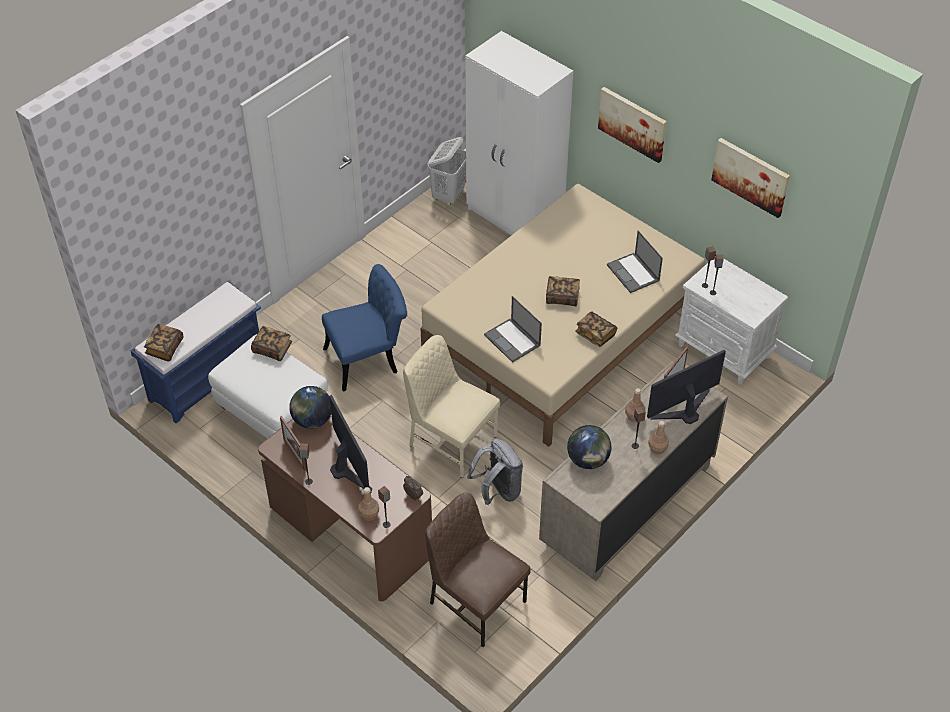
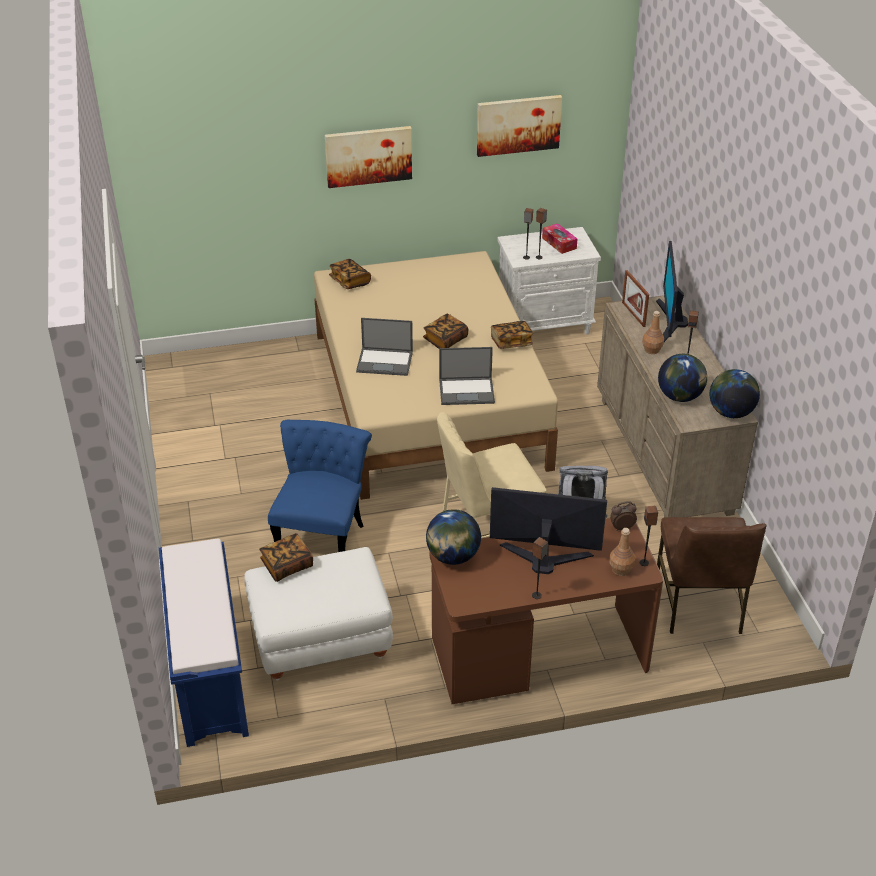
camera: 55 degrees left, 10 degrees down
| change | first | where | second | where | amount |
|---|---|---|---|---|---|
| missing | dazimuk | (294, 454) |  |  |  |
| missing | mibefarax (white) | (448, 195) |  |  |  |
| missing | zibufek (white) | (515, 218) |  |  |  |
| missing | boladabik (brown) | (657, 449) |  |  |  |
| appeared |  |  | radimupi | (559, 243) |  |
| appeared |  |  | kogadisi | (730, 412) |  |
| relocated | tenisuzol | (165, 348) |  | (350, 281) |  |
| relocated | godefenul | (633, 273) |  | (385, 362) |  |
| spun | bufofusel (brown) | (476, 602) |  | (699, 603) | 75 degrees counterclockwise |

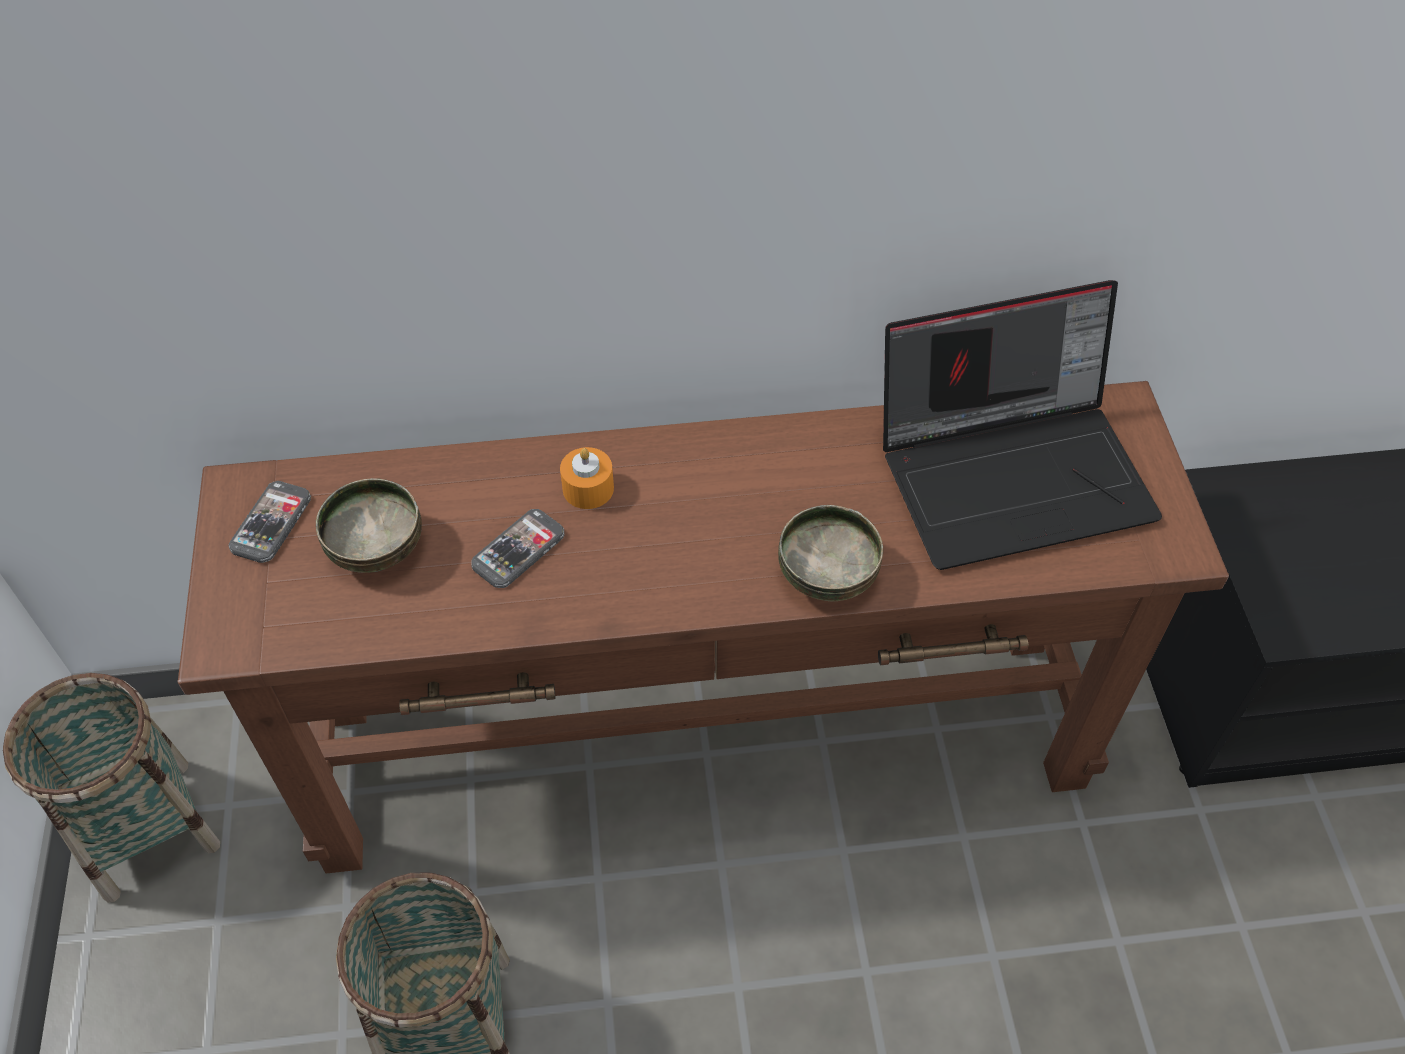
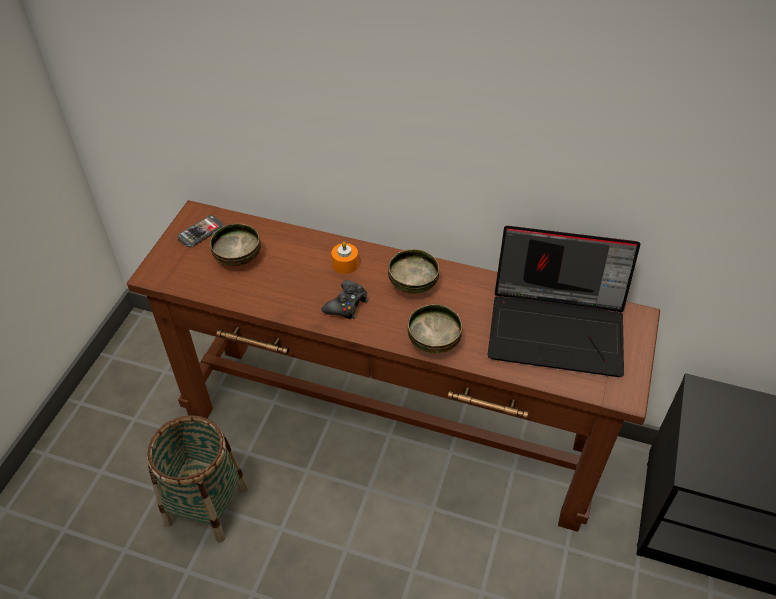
camera: 25 degrees right, 5 degrees down
| change | first | where | second | where | amount |
|---|---|---|---|---|---|
| missing | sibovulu | (146, 829) |  |  |  |
| missing | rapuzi | (518, 550) |  |  |  |
| appeared |  |  | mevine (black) | (346, 304) |  |
| appeared |  |  | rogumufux | (412, 284) |  |

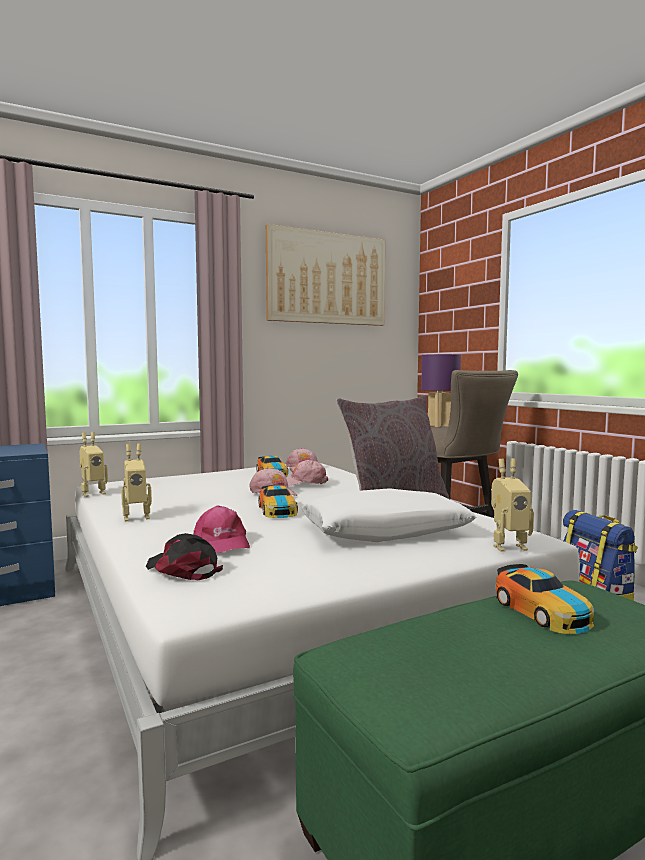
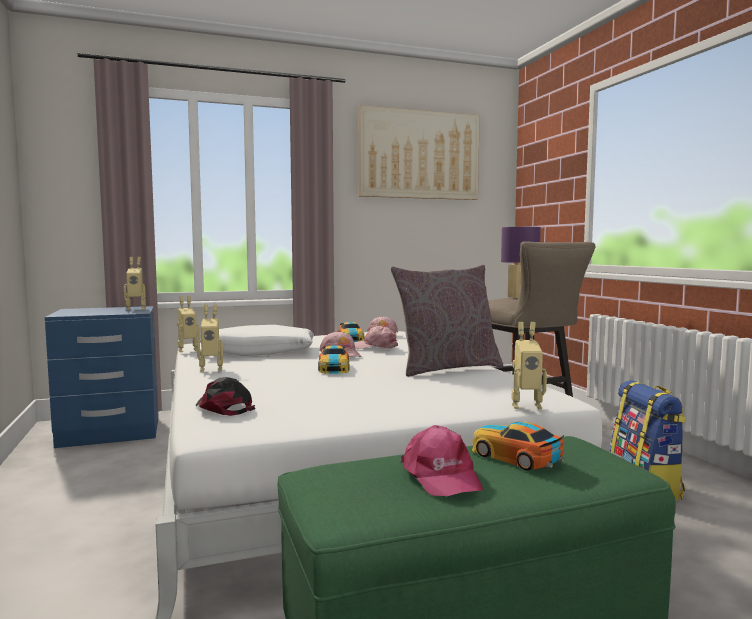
camera: 10 degrees right, 0 degrees up
| change | first | where | second | where | amount |
|---|---|---|---|---|---|
| appeared |  |  | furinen | (136, 309) |  |
| relocated | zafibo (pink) | (221, 542) |  | (440, 476) |  |
| relocated | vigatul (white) | (385, 532) |  | (260, 352) |  |
| spun | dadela | (543, 611) |  | (515, 456) | 150 degrees clockwise |

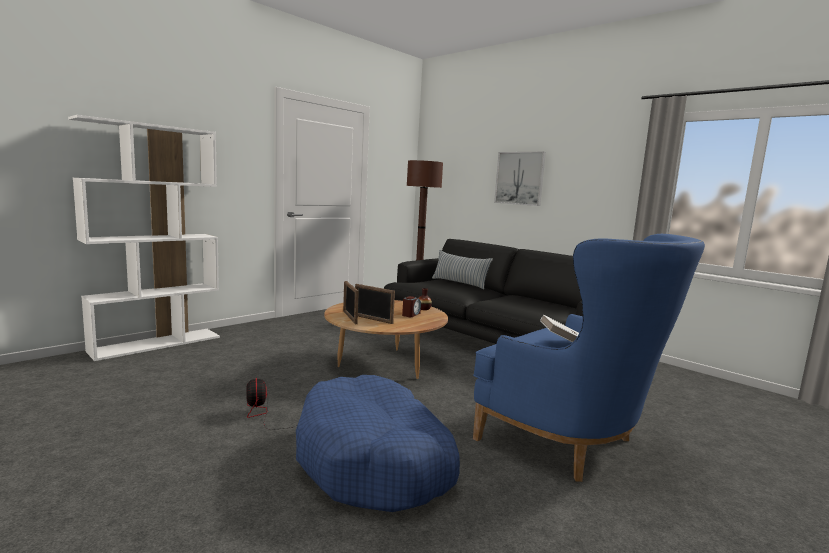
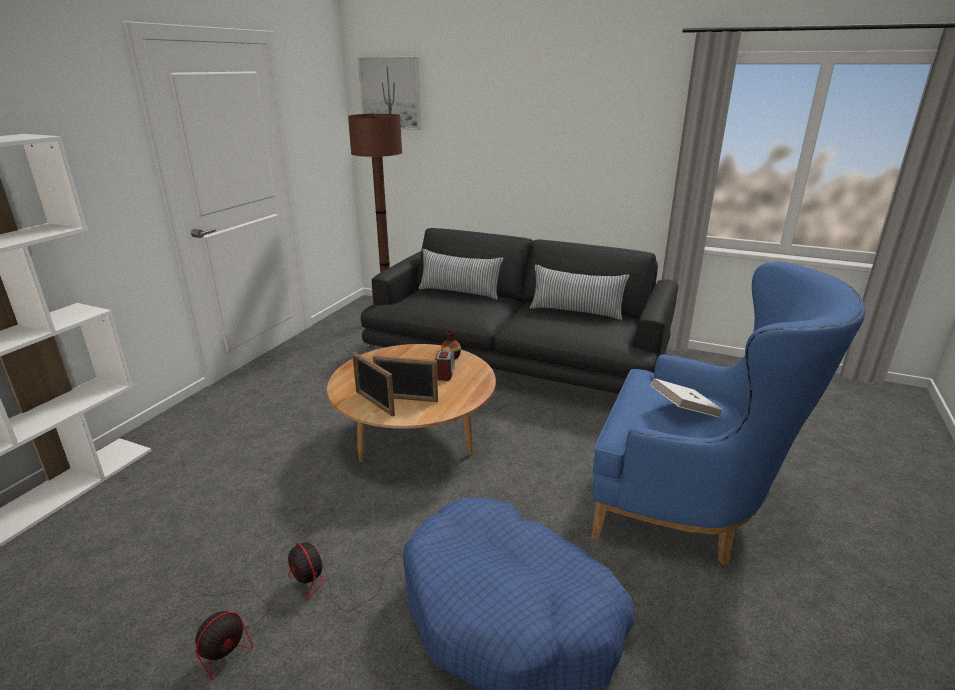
camera: 20 degrees left, 15 degrees up
| change | first | where | second | where | amount |
|---|---|---|---|---|---|
| appeared |  |  | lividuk | (230, 636) |  |
| appeared |  |  | vigatul | (576, 311) |  |
| relocated | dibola | (519, 178) |  | (390, 93) |  |

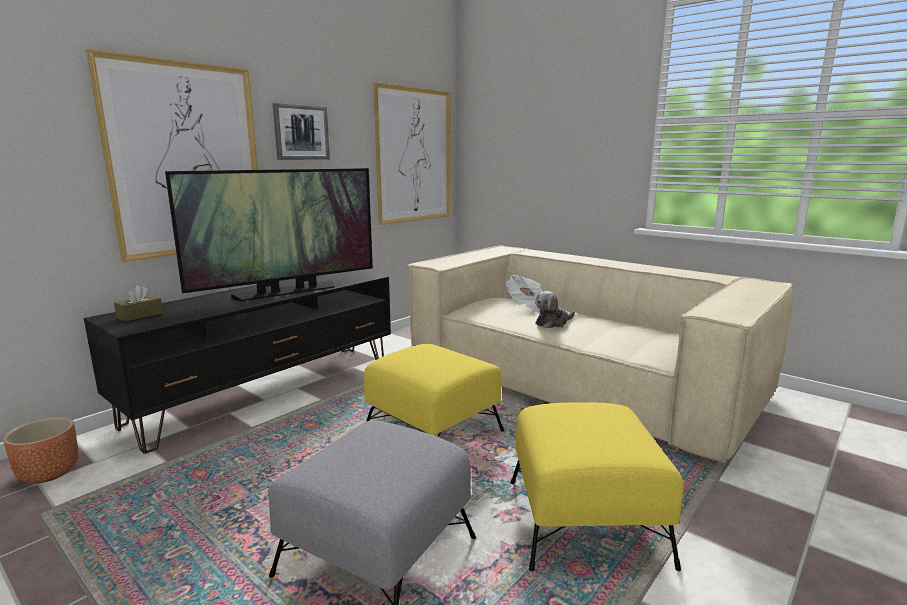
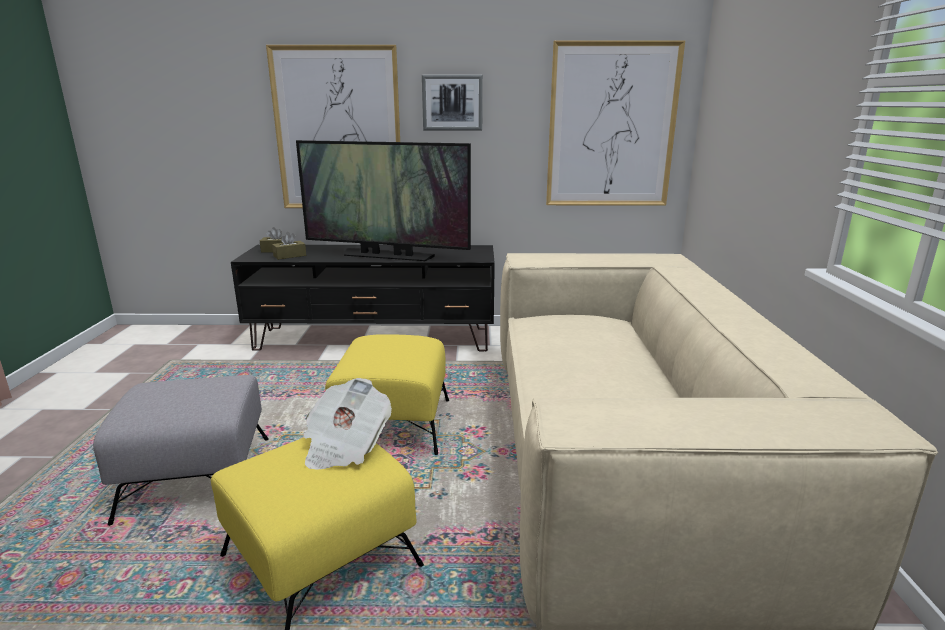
camera: 50 degrees right, 5 degrees up
| change | first | where | second | where | amount |
|---|---|---|---|---|---|
| missing | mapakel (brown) | (50, 473) |  |  |  |
| missing | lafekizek | (553, 323) |  |  |  |
| appeared |  |  | radimupi (brown) | (290, 256) |  |
| relocated | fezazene | (528, 307) |  | (345, 445) |  |

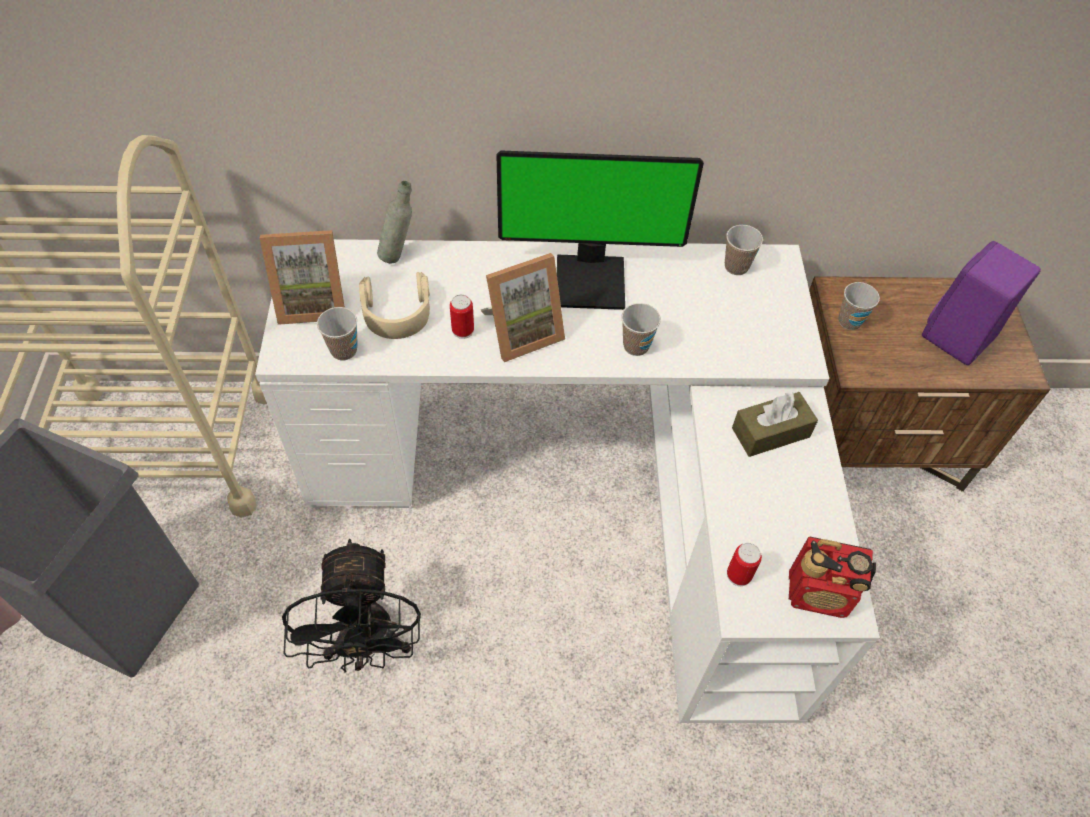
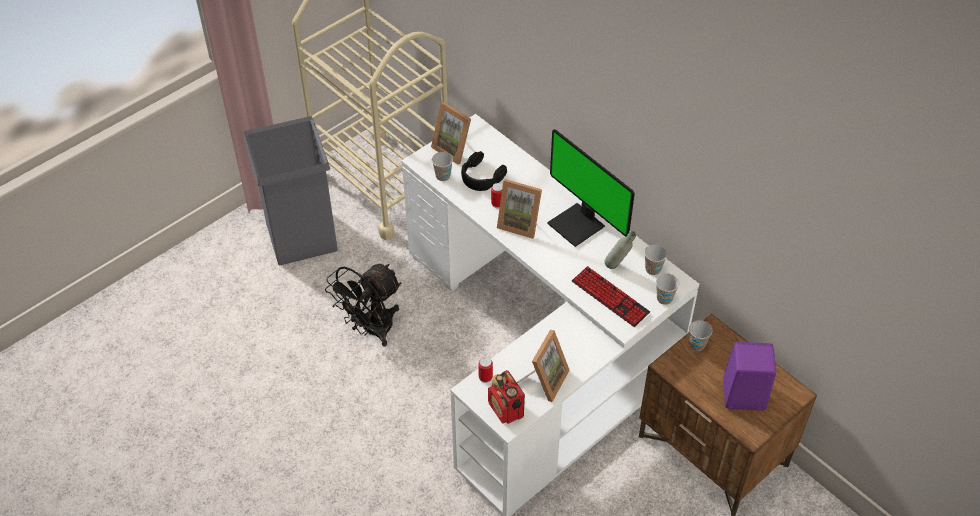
camera: 50 degrees right, 5 degrees down
| change | first | where | second | where | amount |
|---|---|---|---|---|---|
| missing | radimupi (brown) | (770, 432) |  |  |  |
| appeared |  |  | dazimuk | (544, 380) |  |
| appeared |  |  | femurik | (610, 297) |  |
| relocated | boladabik (grey) | (399, 255) |  | (617, 266) |  |
| relocated | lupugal | (636, 346) |  | (664, 298) |  |
| colour | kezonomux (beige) | (397, 312) | kezonomux (black) | (481, 176) |  |

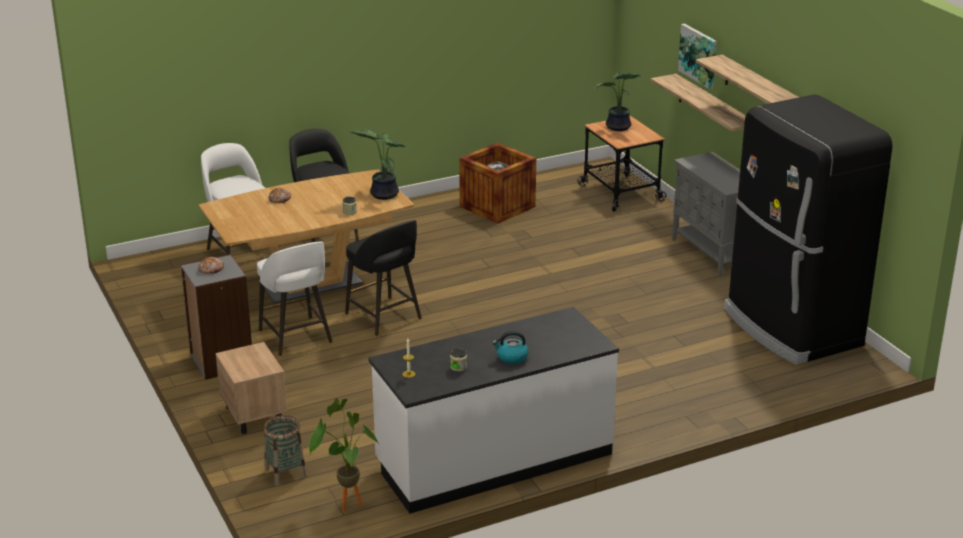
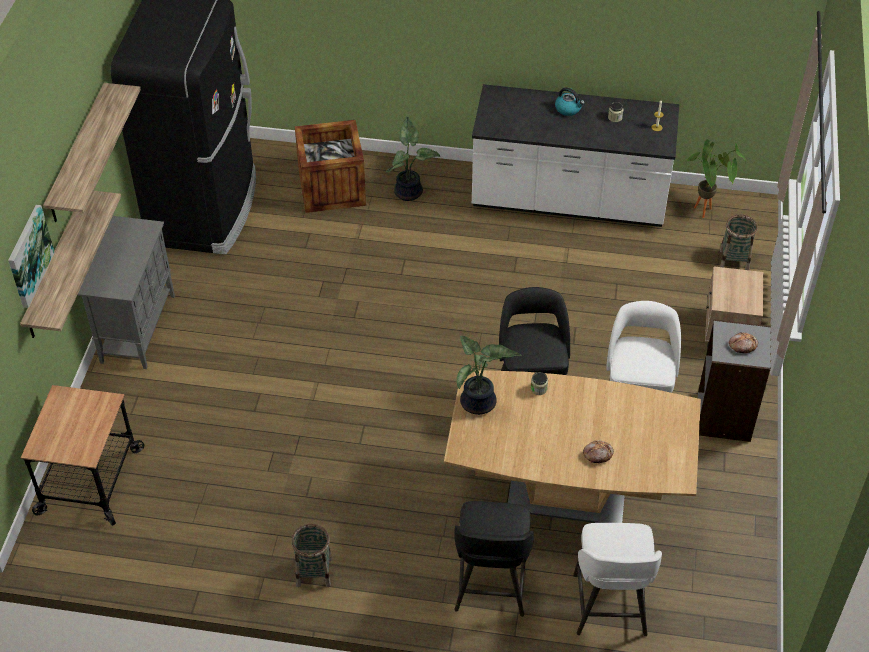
camera: 145 degrees left, 20 degrees up
| change | first | where | second | where | amount |
|---|---|---|---|---|---|
| appeared |  |  | sibovulu | (314, 572) |  |
| relocated | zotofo | (497, 206) |  | (332, 188) |  |
| relocated | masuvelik | (618, 128) |  | (409, 192) |  |

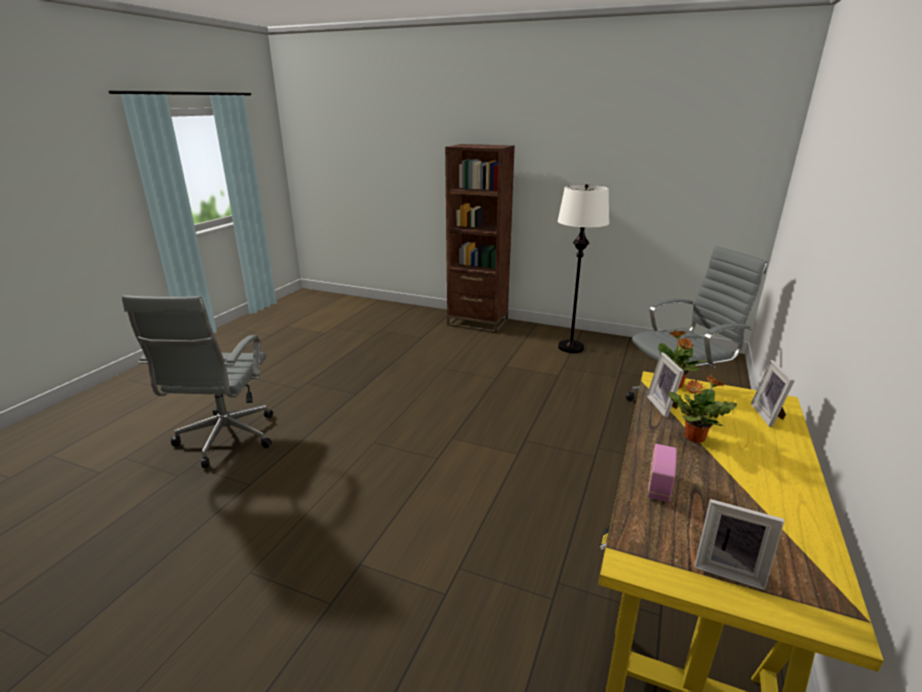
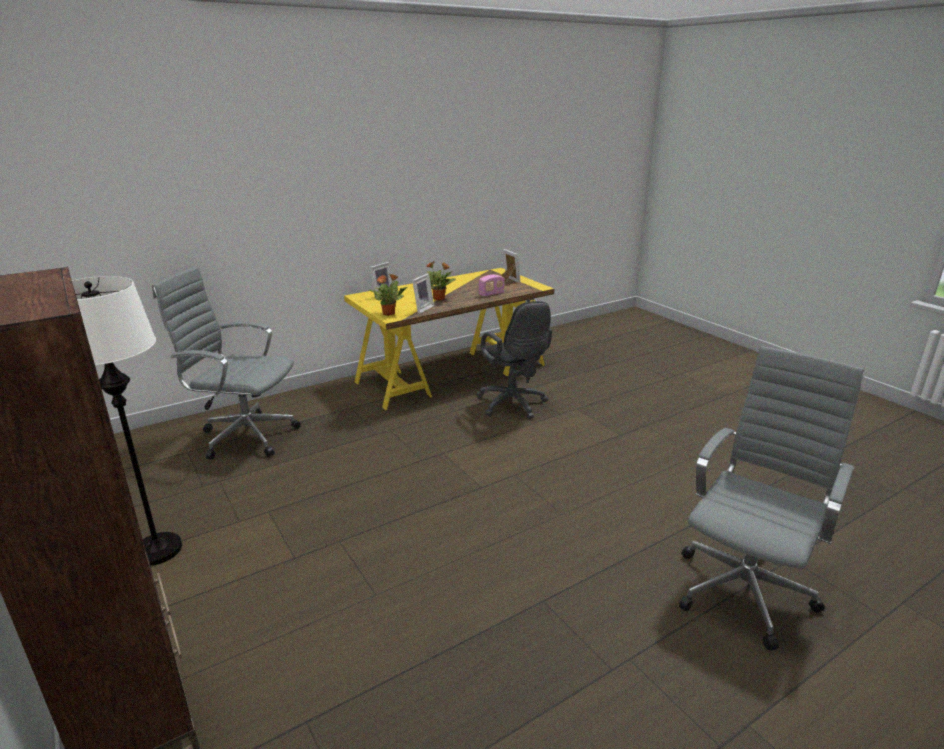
camera: 145 degrees left, 0 degrees up
| change | first | where | second | where | amount |
|---|---|---|---|---|---|
| appeared |  |  | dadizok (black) | (513, 405) |  |

